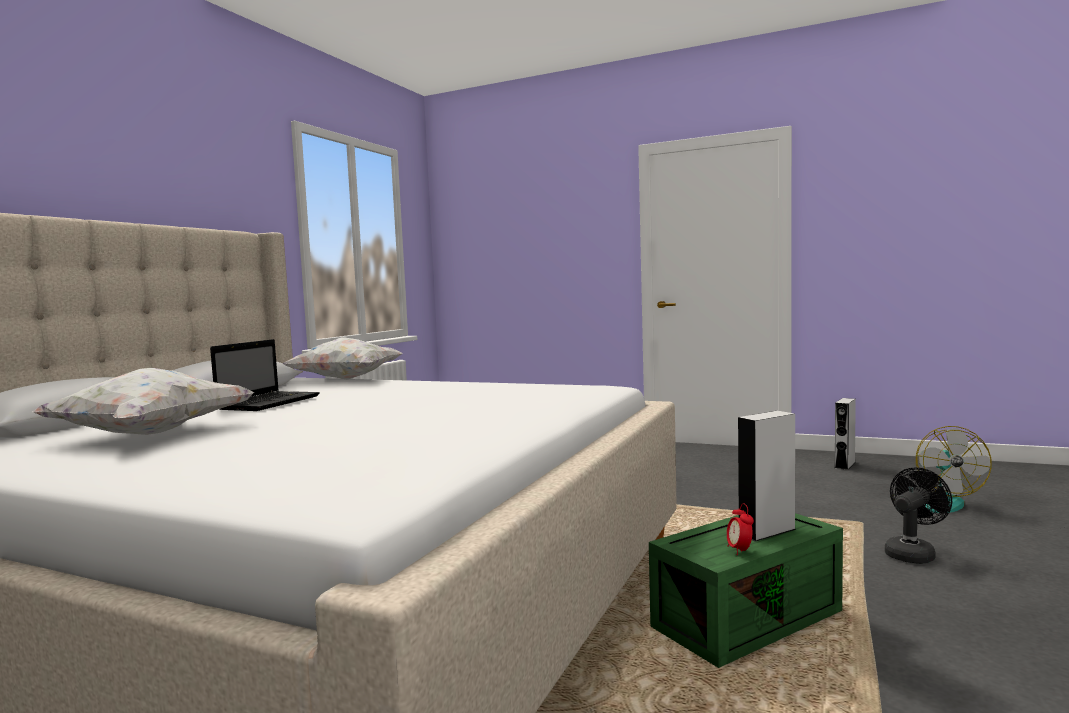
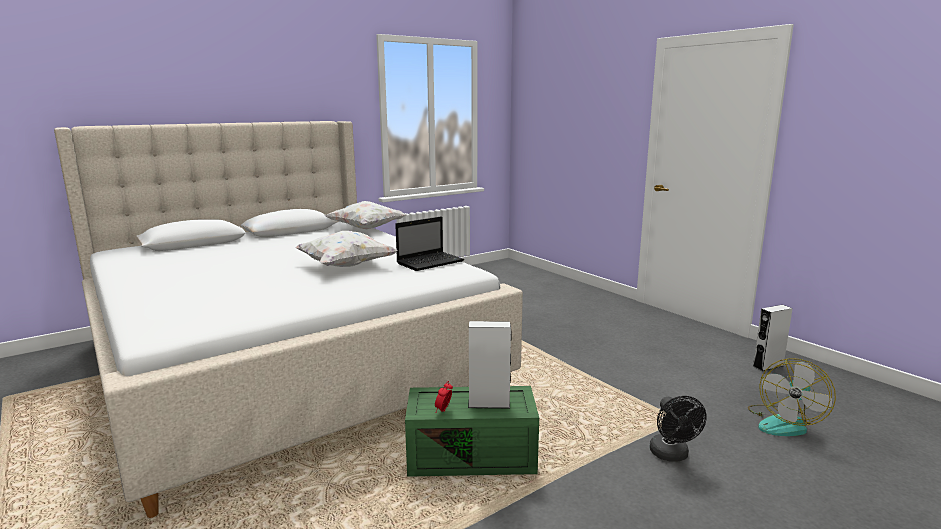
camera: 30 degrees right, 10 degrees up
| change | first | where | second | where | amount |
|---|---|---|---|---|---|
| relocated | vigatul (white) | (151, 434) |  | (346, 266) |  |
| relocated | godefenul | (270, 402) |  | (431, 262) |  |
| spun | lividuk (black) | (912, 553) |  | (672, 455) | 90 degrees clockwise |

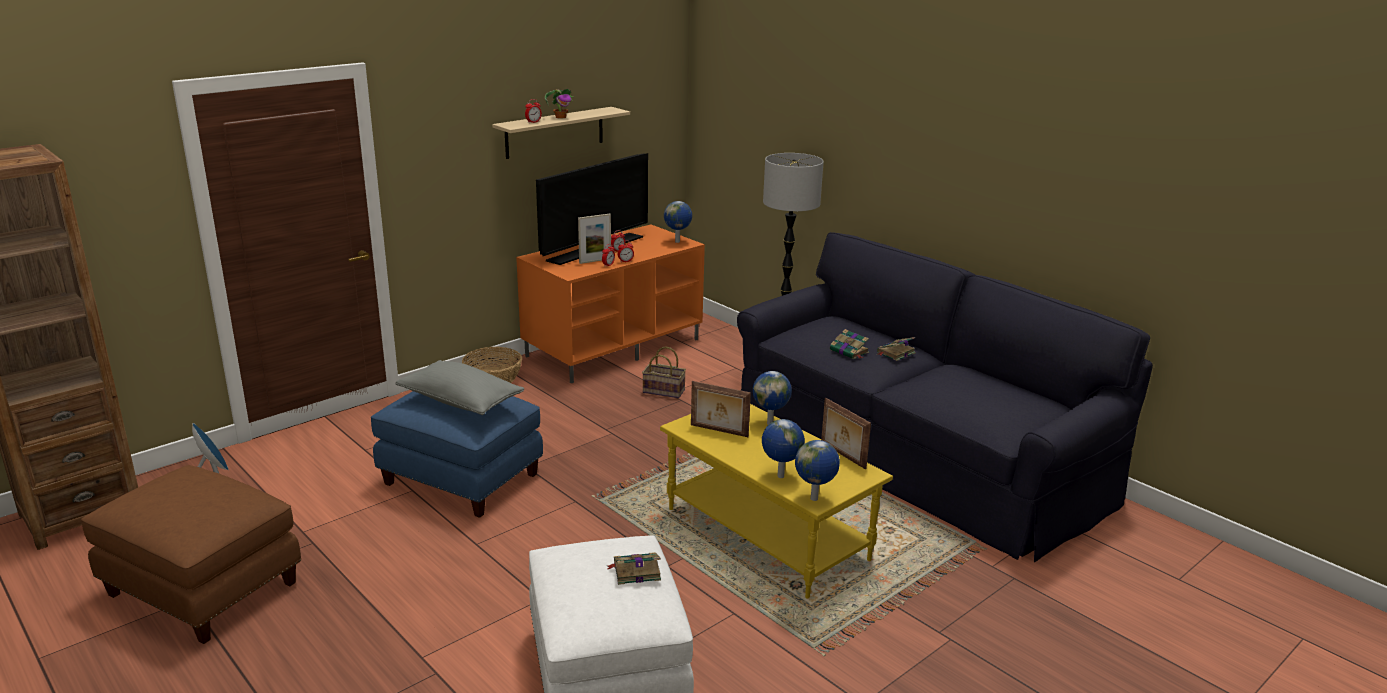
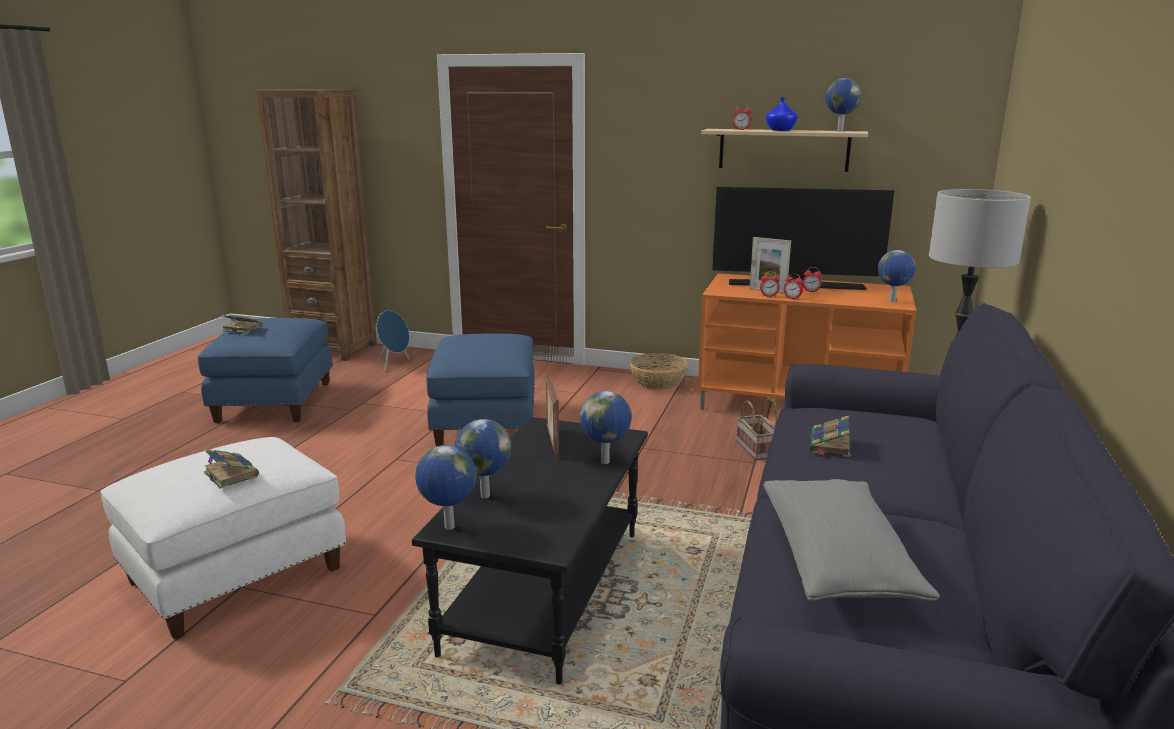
camera: 60 degrees right, 5 degrees down
| change | first | where | second | where | amount |
|---|---|---|---|---|---|
| missing | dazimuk | (842, 455) |  |  |  |
| appeared |  |  | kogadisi | (839, 131) |  |
| relocated | vigatul (grey) | (461, 402) |  | (837, 562) |  |
| relocated | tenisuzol | (895, 353) |  | (241, 329) |  |
| exchanged | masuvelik | (561, 117) | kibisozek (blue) | (781, 130) |  |
| colour | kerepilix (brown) | (201, 589) | kerepilix (blue) | (274, 401) |  |
| colour | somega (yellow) | (768, 534) | somega (black) | (548, 591) |  |

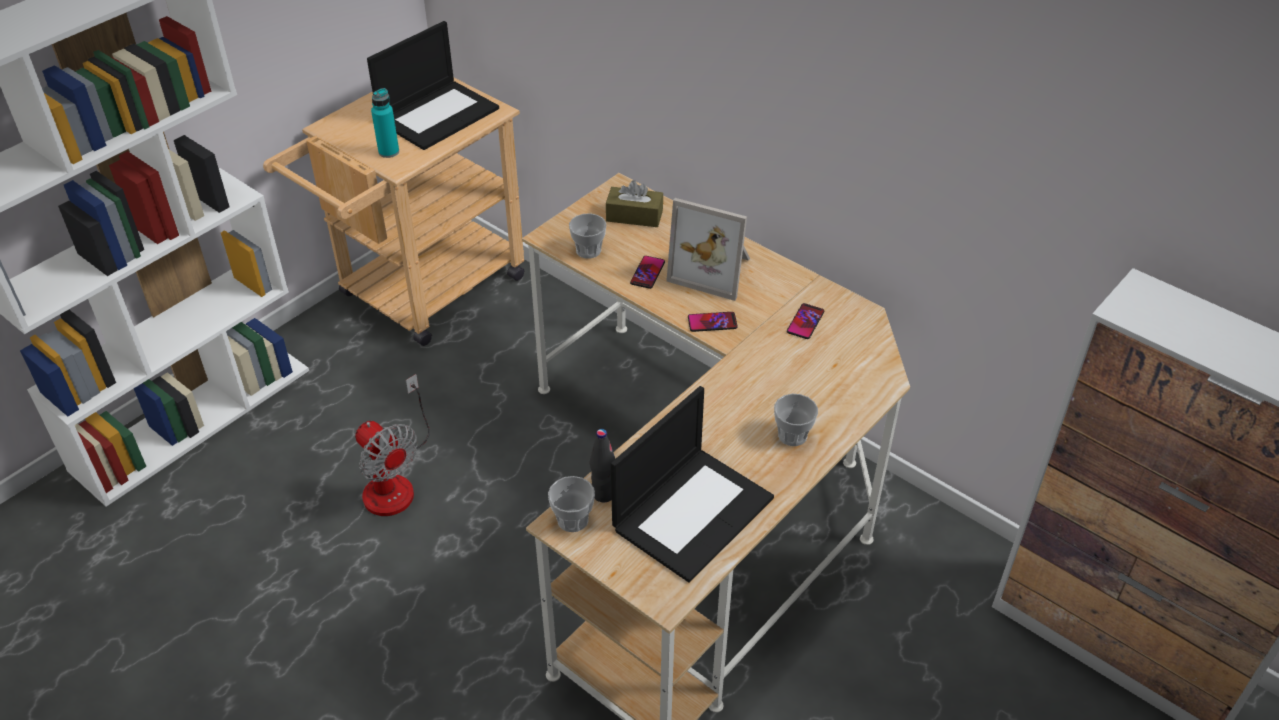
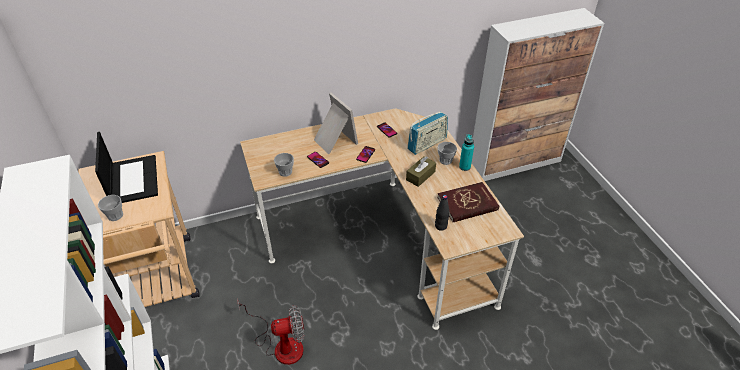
camera: 60 degrees left, 0 degrees up
| change | first | where | second | where | amount |
|---|---|---|---|---|---|
| appeared |  |  | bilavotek | (427, 144) |  |
| relocated | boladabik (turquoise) | (389, 152) |  | (464, 167) |  |
| relocated | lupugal | (573, 520) |  | (115, 215) |  |
| relocated | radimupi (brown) | (634, 216) |  | (420, 176) |  |
| exchanged | godefenul | (693, 511) | tenisuzol (red) | (467, 204) |  |
| spun | dazimuk | (713, 270) |  | (334, 141) | 90 degrees counterclockwise |

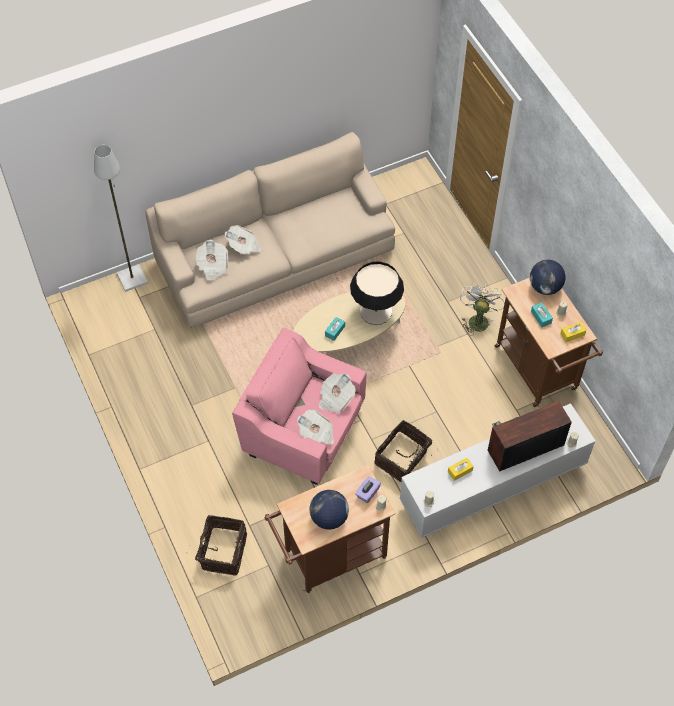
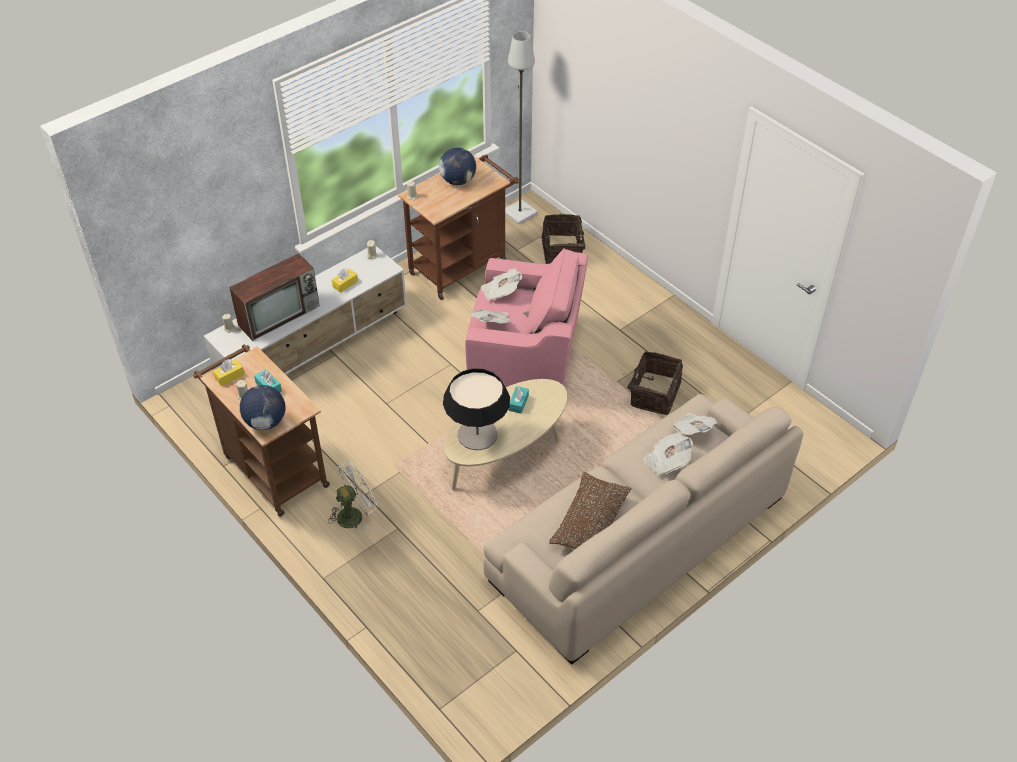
camera: 165 degrees right, 10 degrees down
| change | first | where | second | where | amount |
|---|---|---|---|---|---|
| missing | radimupi (purple) | (367, 493) |  |  |  |
| appeared |  |  | vigatul (brown) | (590, 522) |  |
| relocated | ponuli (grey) | (132, 278) |  | (520, 213) |  |
| relocated | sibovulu | (402, 458) |  | (653, 393) |  |
| spun | lividuk (white) | (478, 319) |  | (354, 514) | 120 degrees counterclockwise |

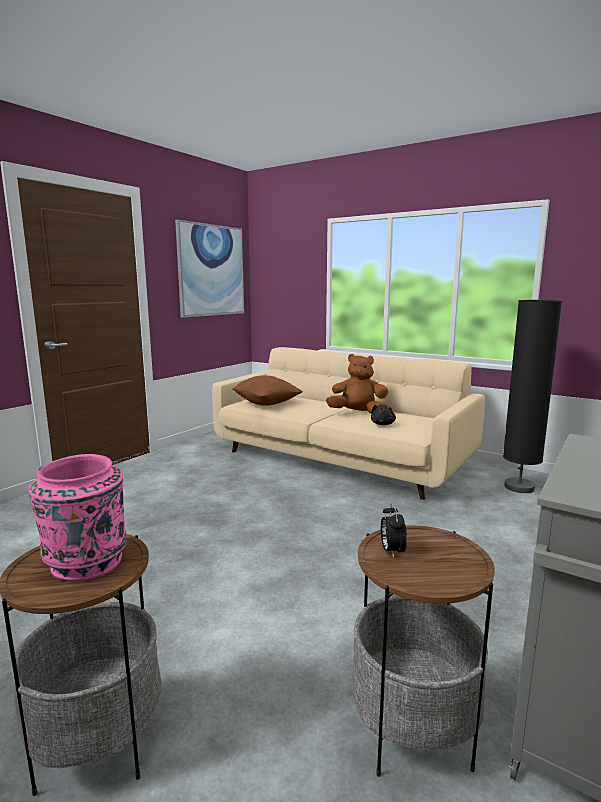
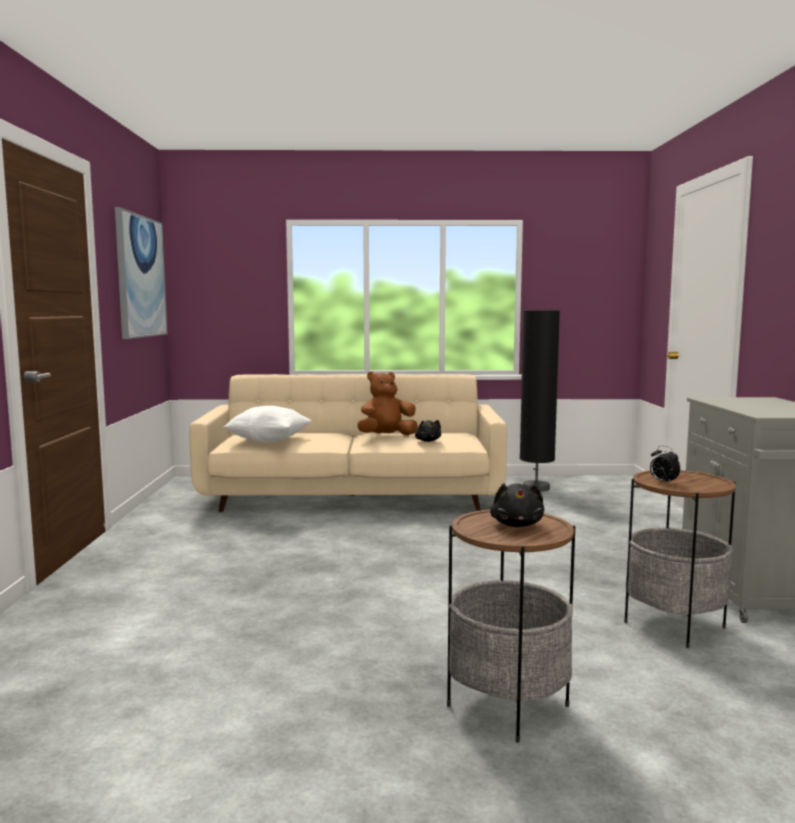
camera: 35 degrees left, 5 degrees down
| change | first | where | second | where | amount |
|---|---|---|---|---|---|
| exchanged | kibisozek (pink) | (86, 564) | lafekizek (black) | (517, 524) |  |
| colour | vigatul (brown) | (266, 404) | vigatul (white) | (269, 441) |  |

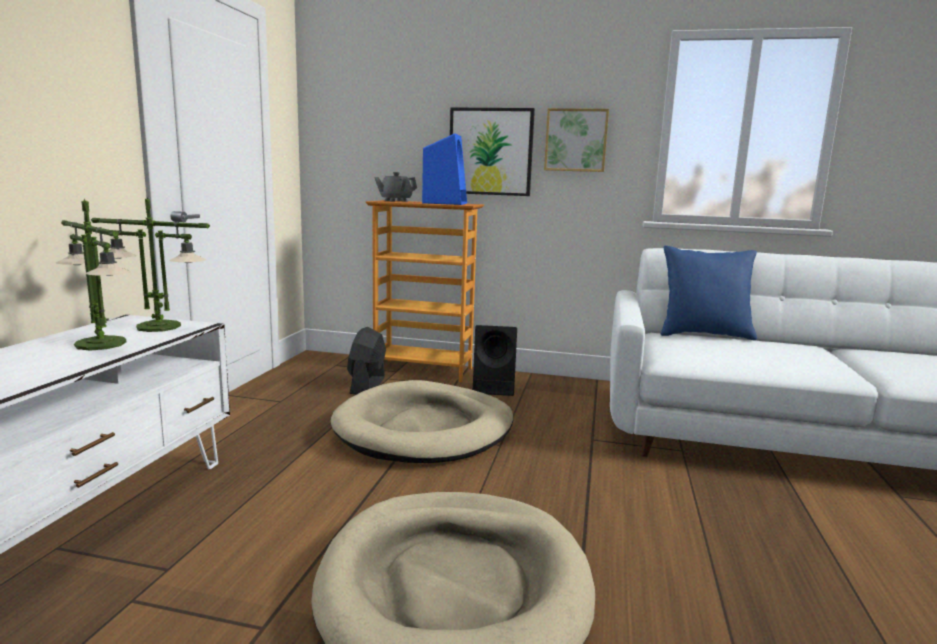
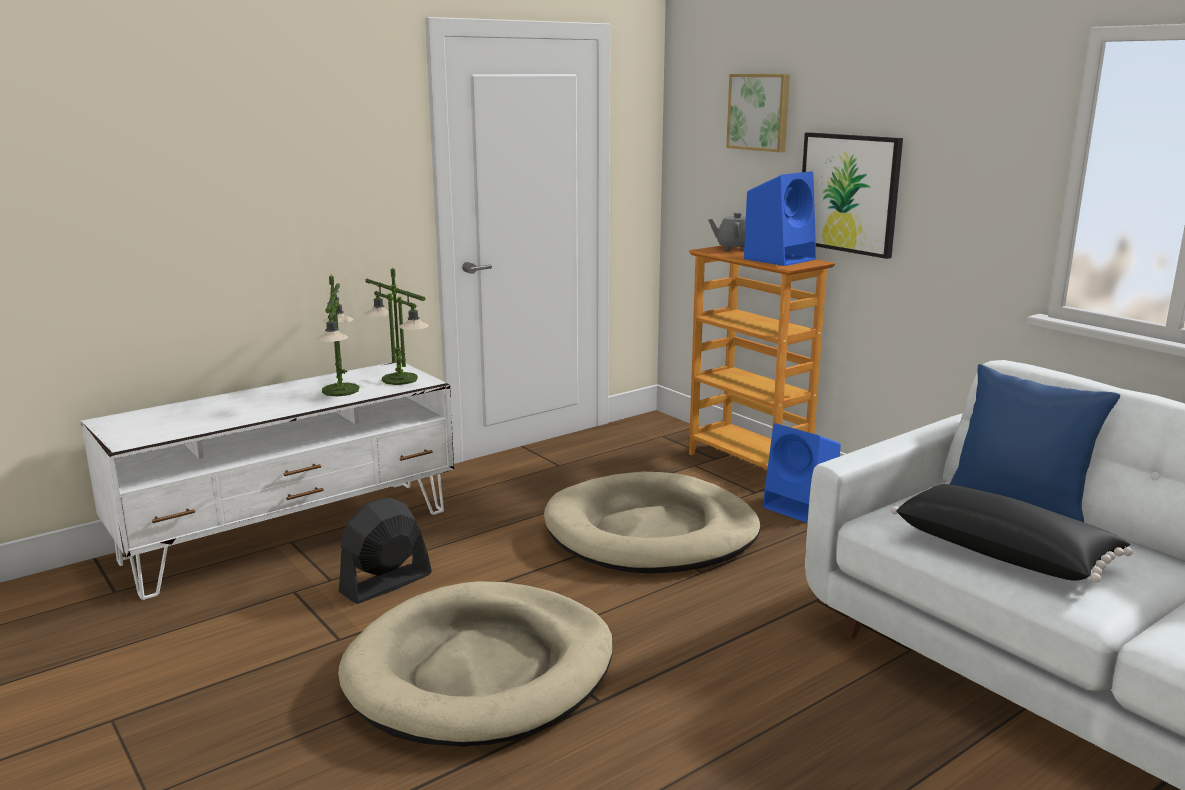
camera: 40 degrees right, 5 degrees up
| change | first | where | second | where | amount |
|---|---|---|---|---|---|
| appeared |  |  | vigatul (black) | (1004, 552) |  |
| relocated | lividuk (black) | (367, 385) |  | (385, 583) |  |
| relocated | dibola | (576, 140) |  | (760, 112) |  |
| colour | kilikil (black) | (495, 388) | kilikil (blue) | (801, 507) |  |

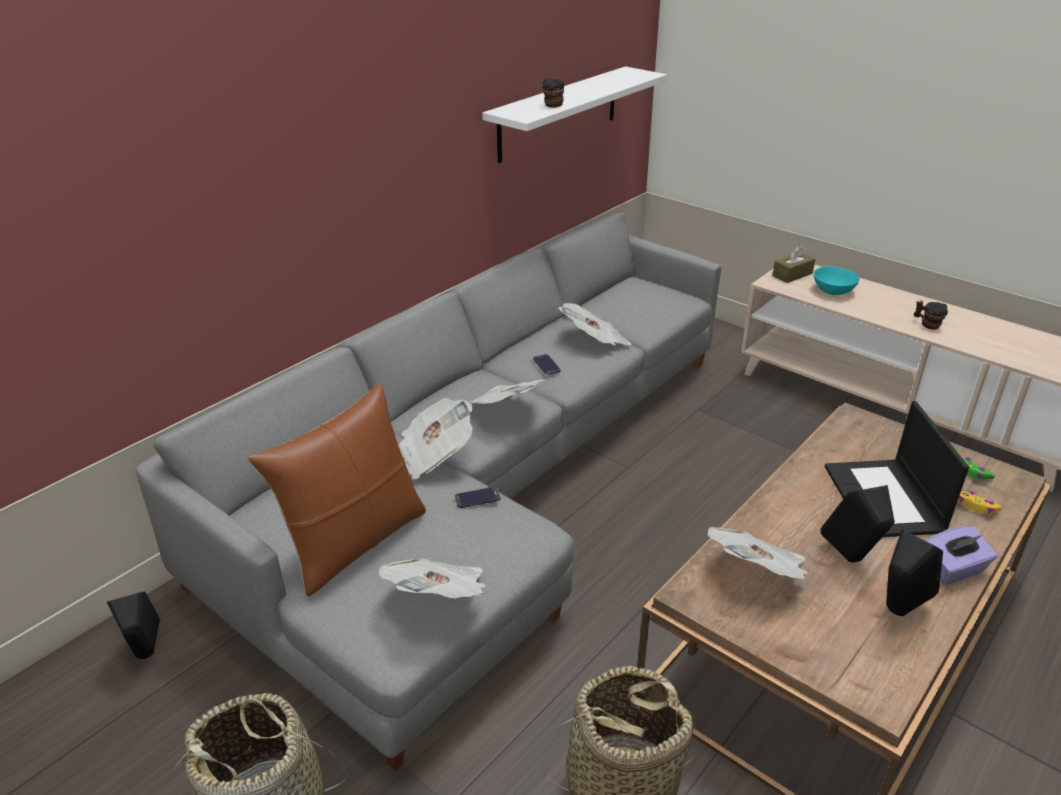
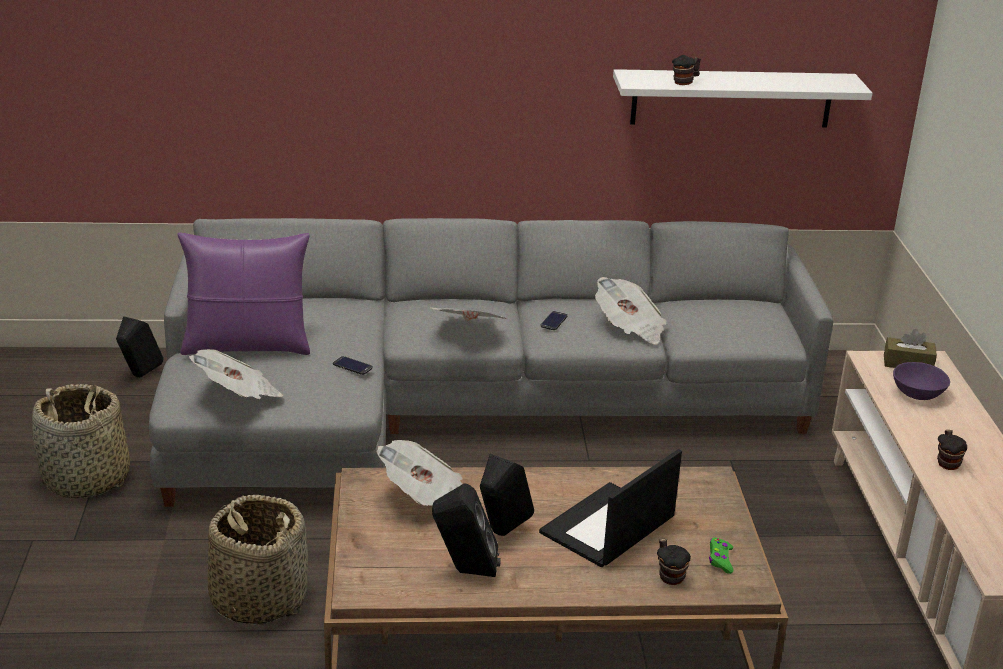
camera: 45 degrees right, 5 degrees down
| change | first | where | second | where | amount |
|---|---|---|---|---|---|
| missing | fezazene | (430, 457) |  |  |  |
| missing | radimupi (purple) | (953, 570) |  |  |  |
| exchanged | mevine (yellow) | (976, 506) | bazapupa | (669, 575) |  |
| colour | vigatul (brown) | (354, 542) | vigatul (purple) | (247, 346) |  |
| colour | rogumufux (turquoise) | (832, 291) | rogumufux (purple) | (917, 393) |  |

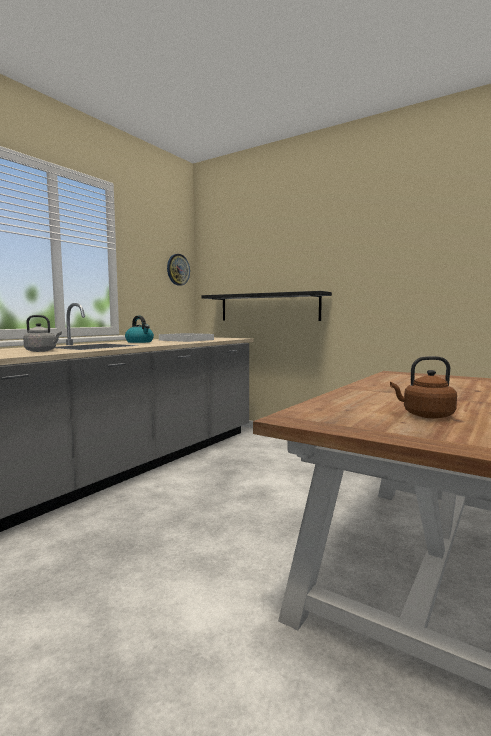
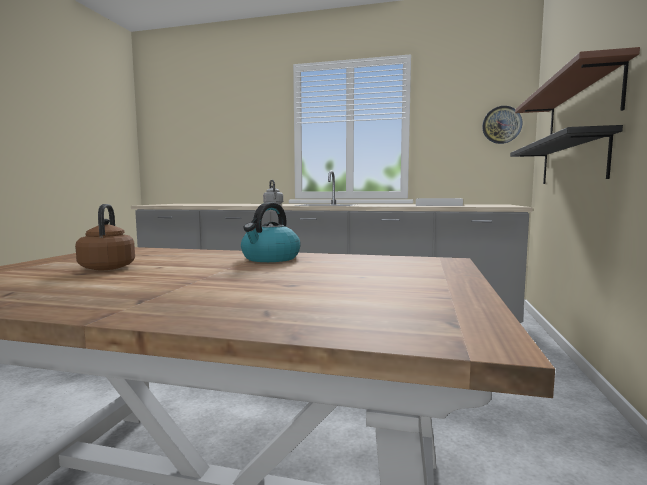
camera: 70 degrees right, 0 degrees up
| change | first | where | second | where | amount |
|---|---|---|---|---|---|
| appeared |  |  | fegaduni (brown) | (581, 106) |  |
| relocated | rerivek | (140, 342) |  | (270, 258) |  |

